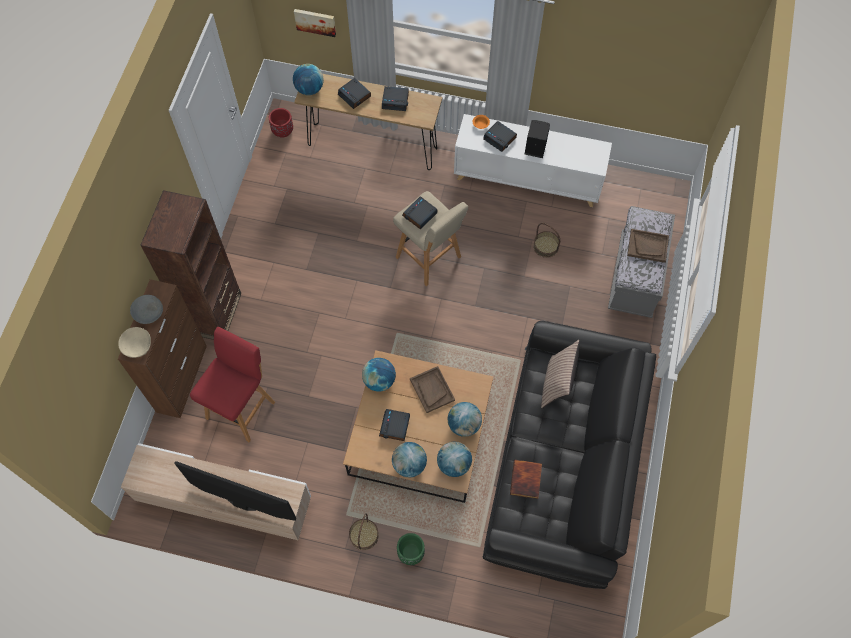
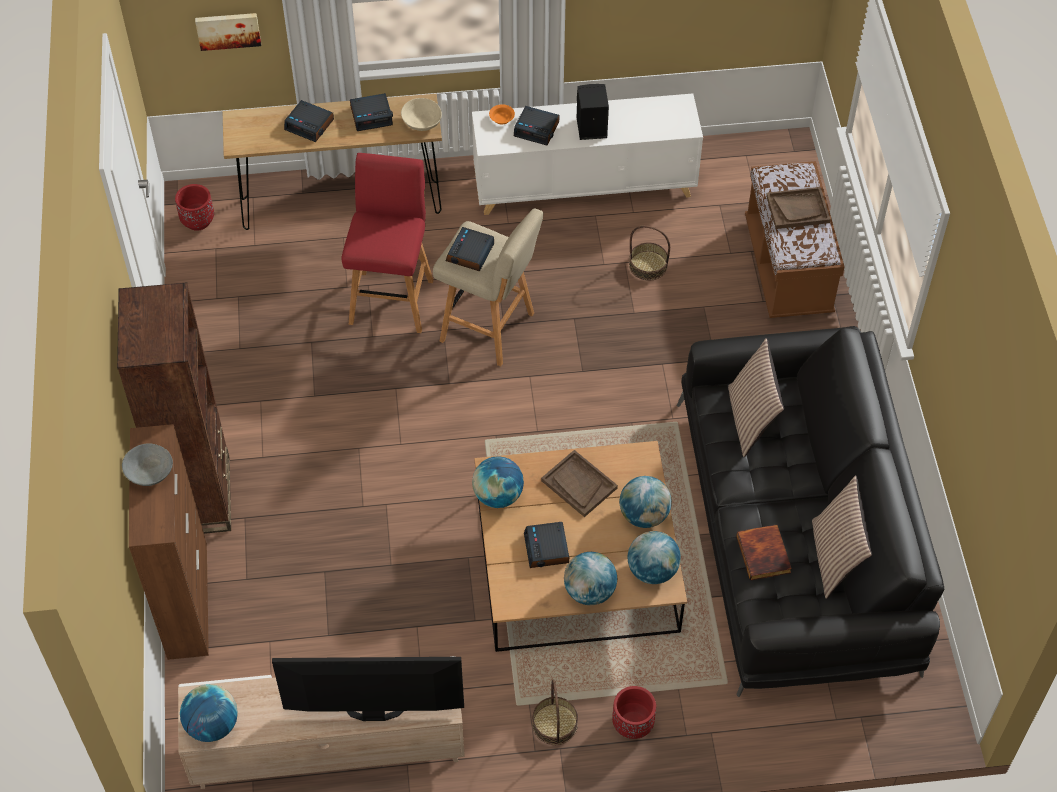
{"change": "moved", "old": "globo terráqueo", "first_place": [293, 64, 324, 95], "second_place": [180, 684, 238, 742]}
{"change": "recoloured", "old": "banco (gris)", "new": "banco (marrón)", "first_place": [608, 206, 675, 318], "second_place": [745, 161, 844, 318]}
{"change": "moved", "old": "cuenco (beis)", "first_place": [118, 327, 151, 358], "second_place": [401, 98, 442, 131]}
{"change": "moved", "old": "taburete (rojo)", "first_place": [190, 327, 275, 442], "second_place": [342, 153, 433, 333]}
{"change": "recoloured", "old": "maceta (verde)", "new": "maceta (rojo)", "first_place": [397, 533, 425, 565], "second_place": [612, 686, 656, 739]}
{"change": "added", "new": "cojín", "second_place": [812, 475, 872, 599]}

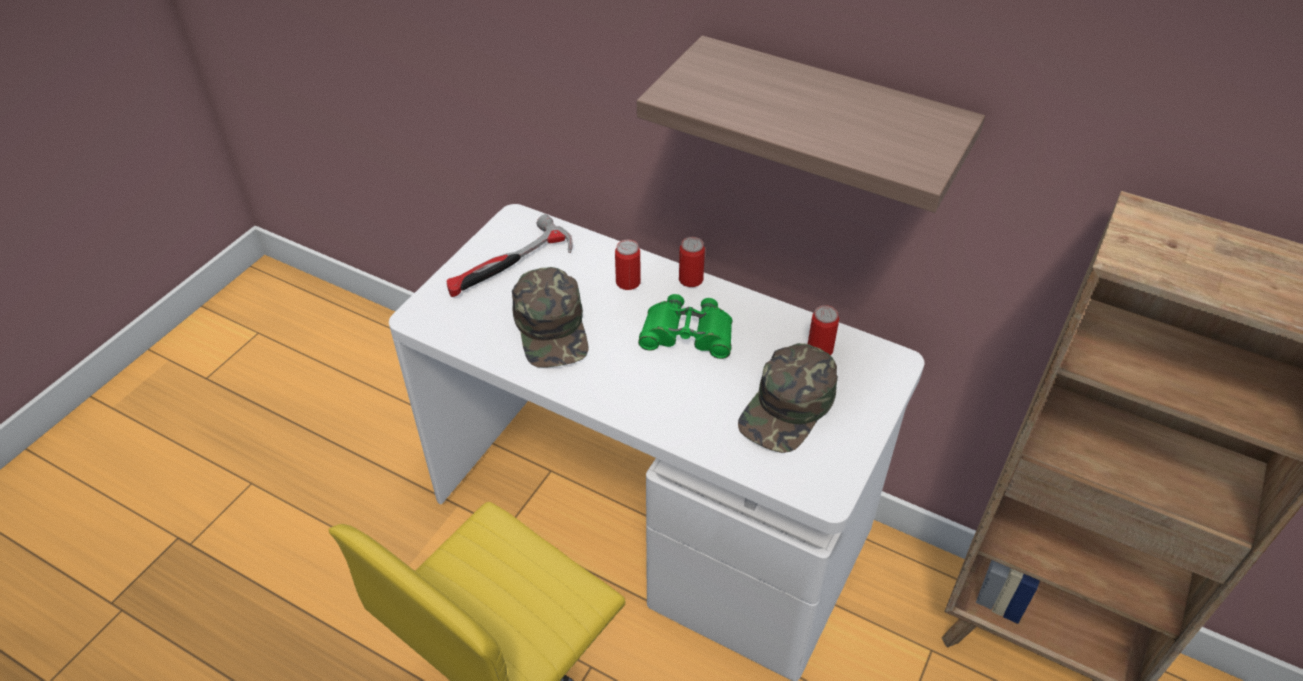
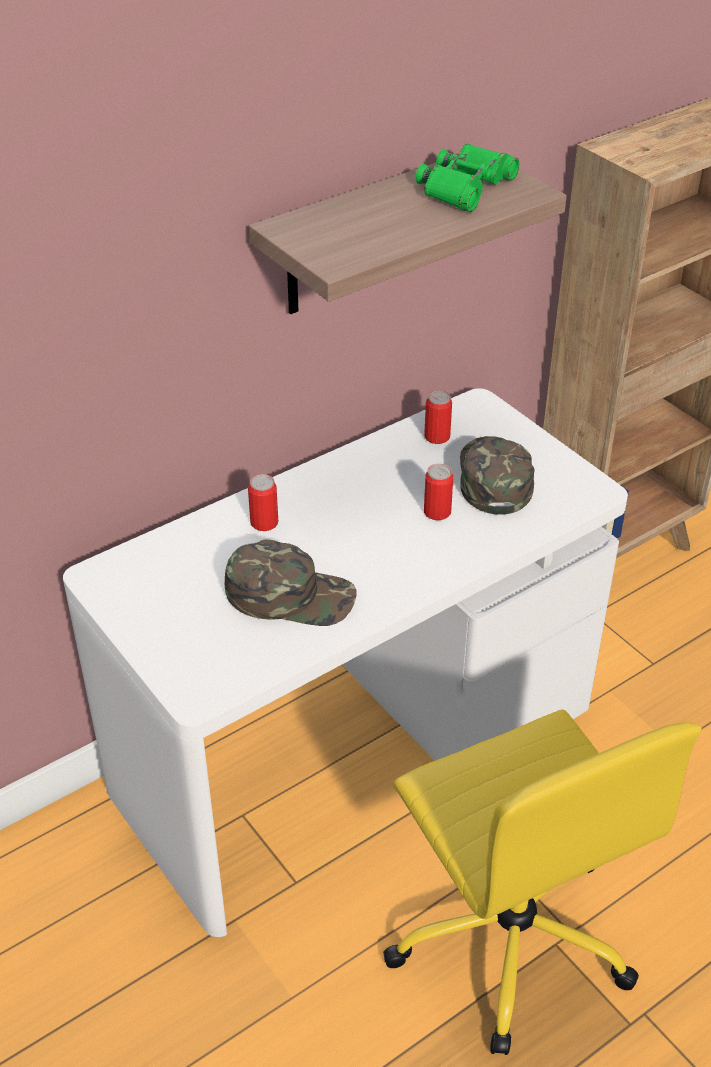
{"change": "removed", "old": "martillo", "first_place": [447, 214, 573, 297]}
{"change": "moved", "old": "lata", "first_place": [679, 237, 705, 287], "second_place": [424, 464, 453, 520]}
{"change": "moved", "old": "prismáticos (verde)", "first_place": [638, 294, 732, 359], "second_place": [416, 143, 519, 212]}
{"change": "turned", "old": "gorra (verde)", "first_place": [738, 343, 838, 453], "second_place": [460, 436, 535, 515], "degrees": -150}

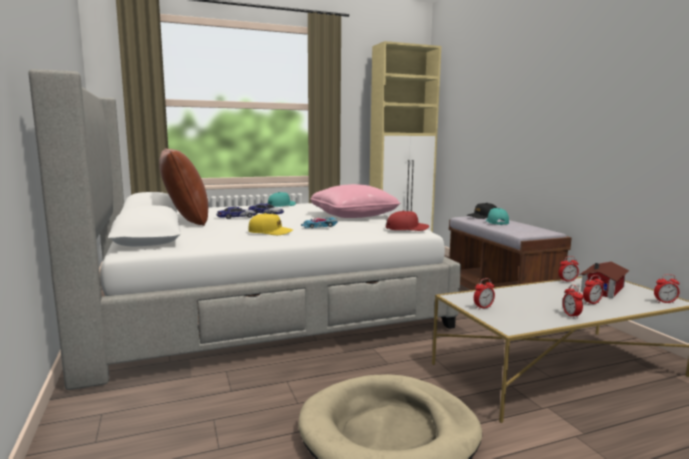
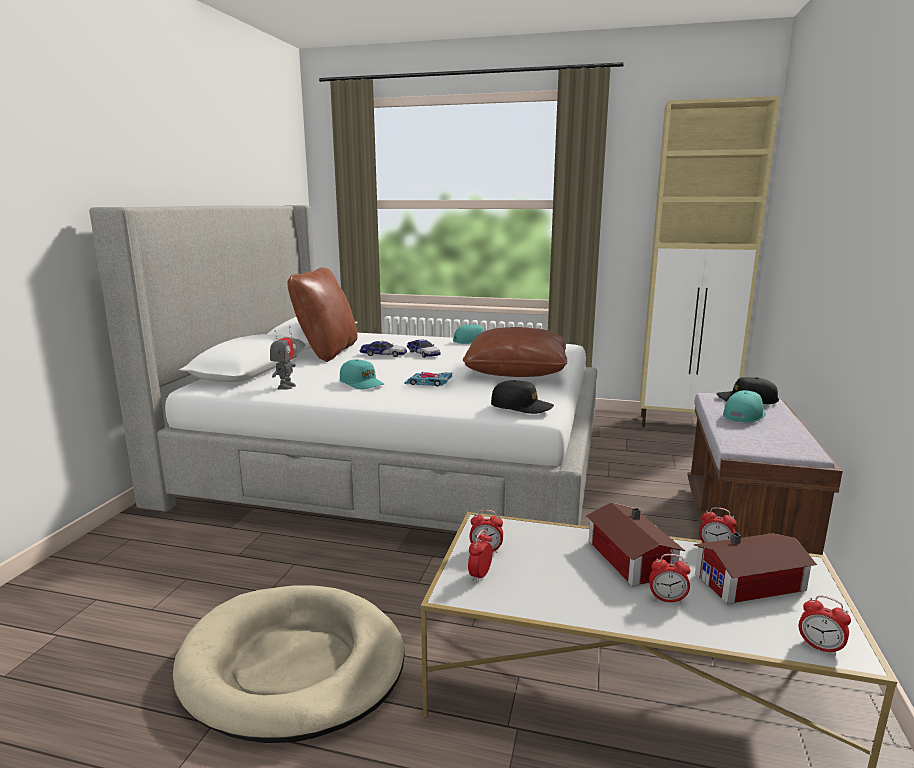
{"change": "recoloured", "old": "cojín (rosa)", "new": "cojín (marrón)", "first_place": [310, 184, 400, 218], "second_place": [463, 327, 567, 377]}
{"change": "recoloured", "old": "gorra (rojo)", "new": "gorra (negro)", "first_place": [386, 211, 429, 231], "second_place": [491, 380, 554, 414]}
{"change": "recoloured", "old": "gorra (amarillo)", "new": "gorra (turquesa)", "first_place": [248, 213, 293, 235], "second_place": [339, 359, 384, 389]}
{"change": "moved", "old": "despertador", "first_place": [563, 285, 583, 318], "second_place": [468, 530, 493, 582]}
{"change": "added", "new": "robot de juguete", "second_place": [270, 326, 297, 390]}
{"change": "added", "new": "casita", "second_place": [586, 503, 685, 586]}

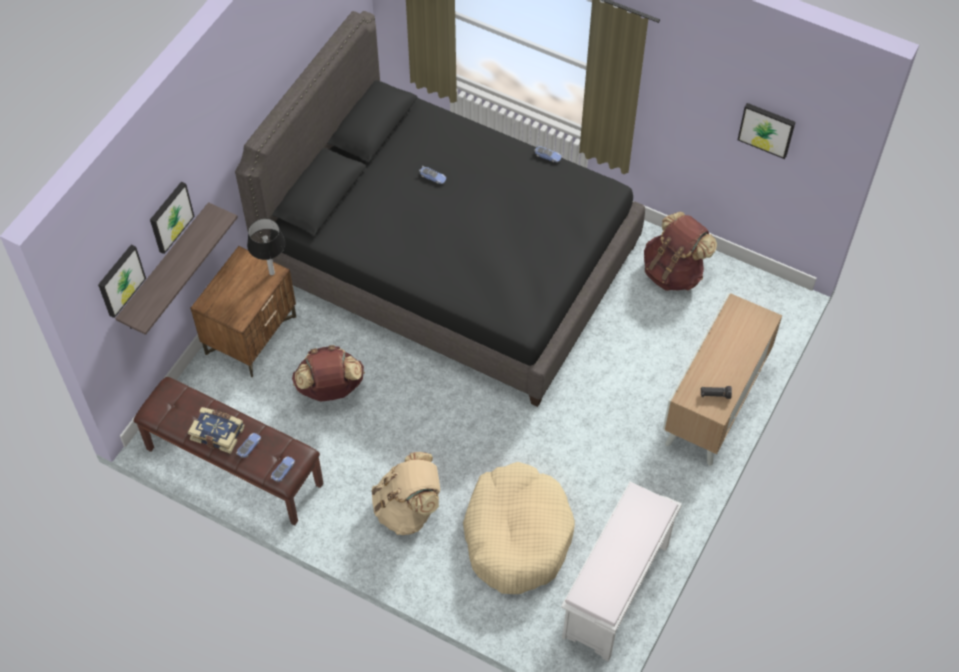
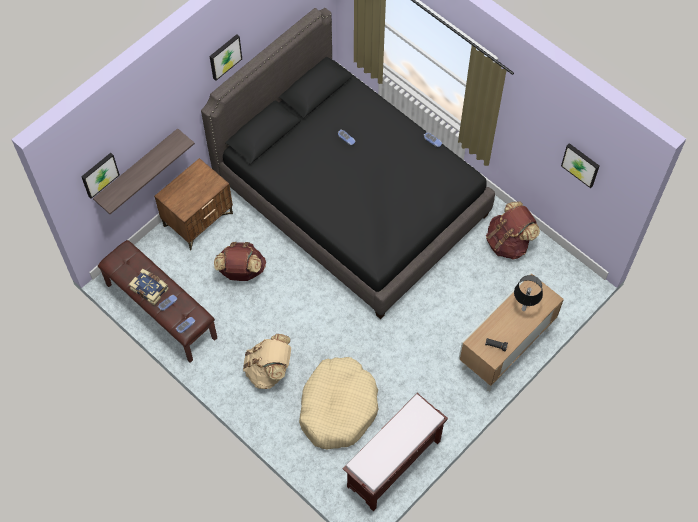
{"change": "moved", "old": "cuadro", "first_place": [150, 182, 195, 254], "second_place": [210, 34, 242, 81]}
{"change": "moved", "old": "lámpara de mesa", "first_place": [247, 218, 286, 275], "second_place": [514, 275, 543, 311]}
{"change": "recoloured", "old": "banco (blanco)", "new": "banco (marrón)", "first_place": [561, 482, 682, 661], "second_place": [343, 393, 448, 511]}

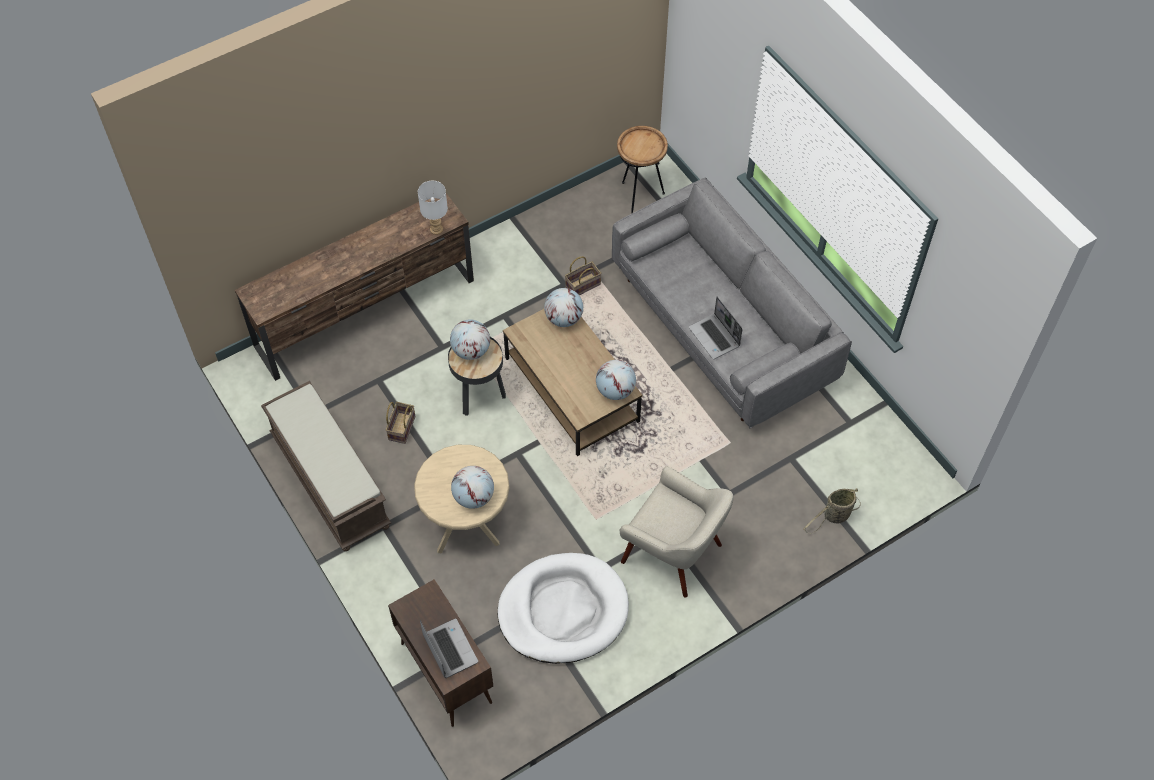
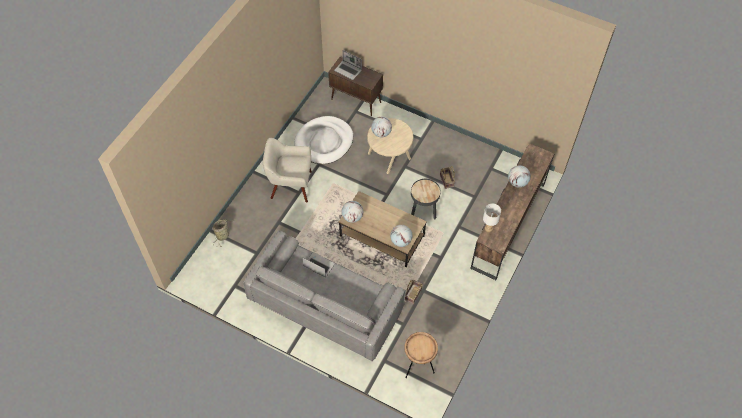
{"change": "moved", "old": "globo terráqueo", "first_place": [450, 319, 490, 360], "second_place": [508, 165, 531, 188]}
{"change": "removed", "old": "banco (marrón)", "first_place": [261, 381, 391, 551]}

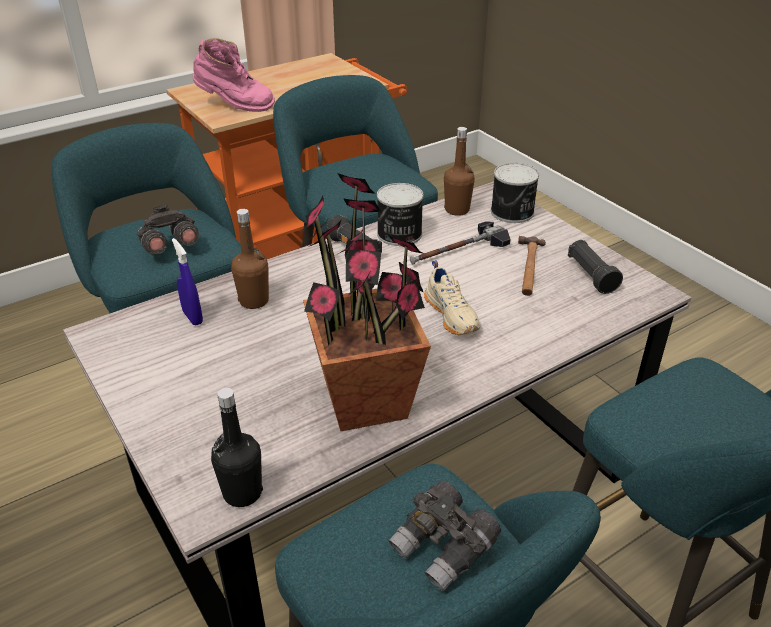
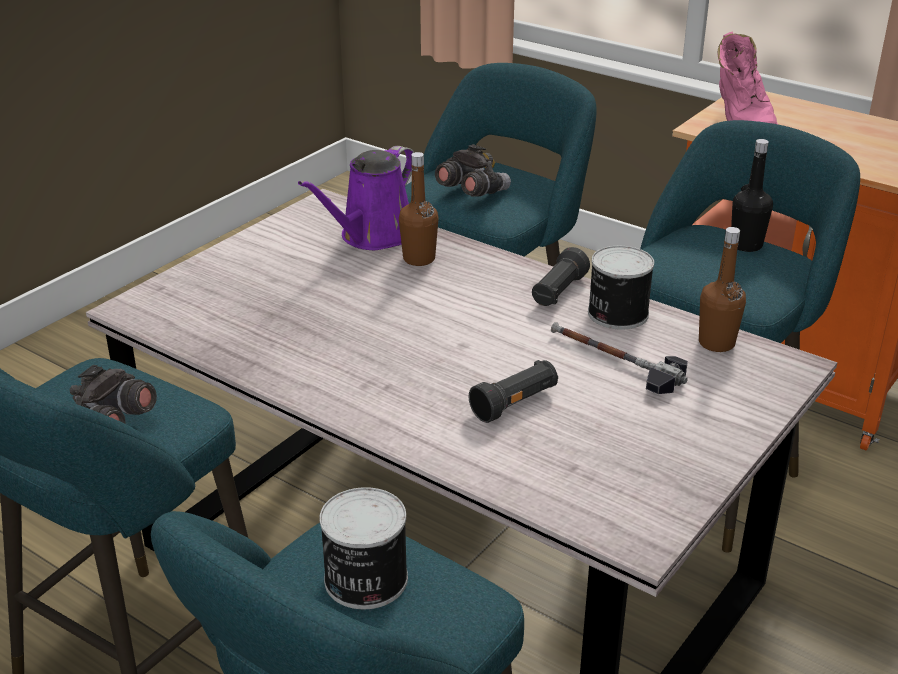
{"change": "moved", "old": "lata", "first_place": [491, 163, 539, 223], "second_place": [320, 487, 408, 609]}
{"change": "removed", "old": "planta en maceta", "first_place": [301, 173, 431, 431]}
{"change": "removed", "old": "martillo", "first_place": [518, 236, 546, 296]}
{"change": "replaced", "old": "pulverizador (azul)", "new": "regadera (morado)", "first_place": [172, 238, 203, 326], "second_place": [298, 146, 414, 250]}
{"change": "moved", "old": "linterna (negro)", "first_place": [568, 240, 623, 294], "second_place": [469, 360, 558, 423]}
{"change": "removed", "old": "zapato (beis)", "first_place": [424, 260, 480, 335]}
{"change": "moved", "old": "botella (negro)", "first_place": [211, 388, 263, 507], "second_place": [731, 139, 773, 252]}

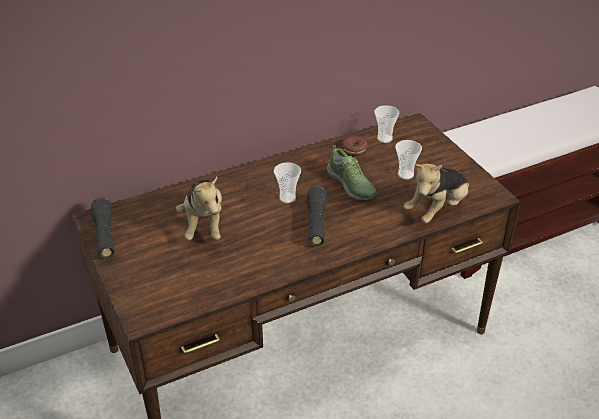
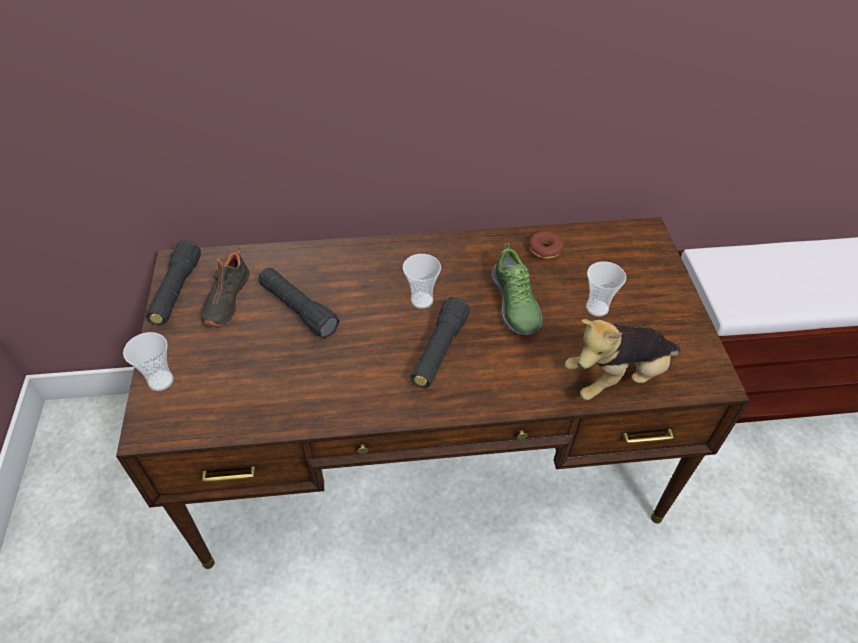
{"change": "moved", "old": "taza", "first_place": [374, 105, 399, 143], "second_place": [123, 332, 174, 391]}
{"change": "replaced", "old": "peluche", "new": "linterna (negro)", "first_place": [176, 177, 222, 240], "second_place": [258, 268, 340, 339]}
{"change": "added", "new": "zapato (negro)", "second_place": [201, 246, 250, 327]}

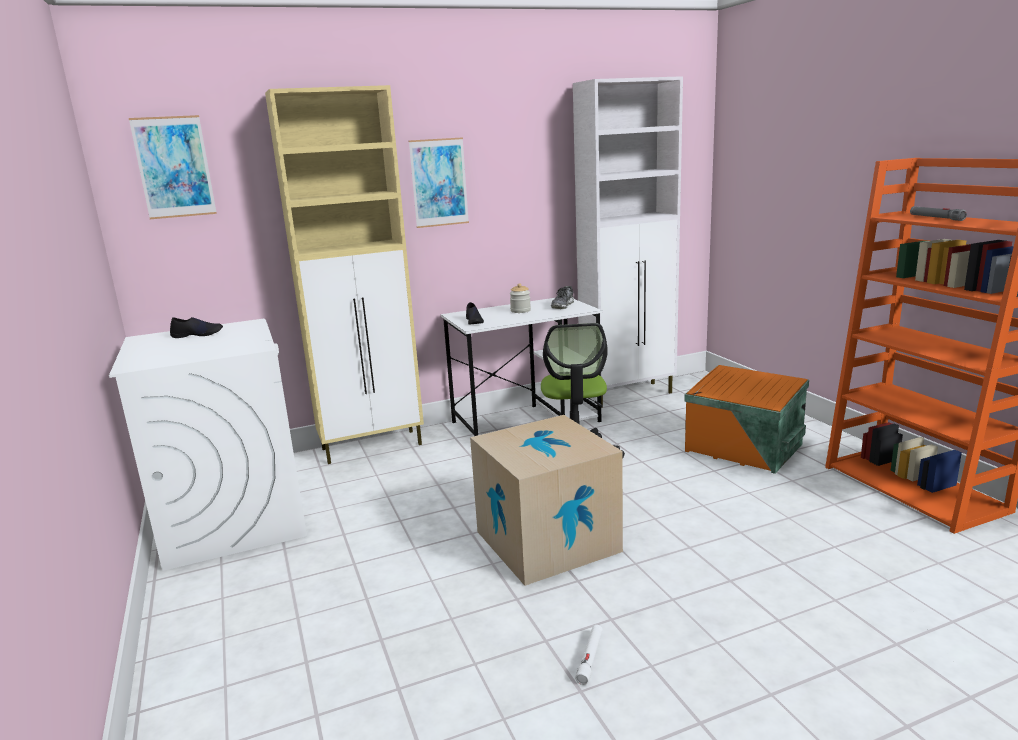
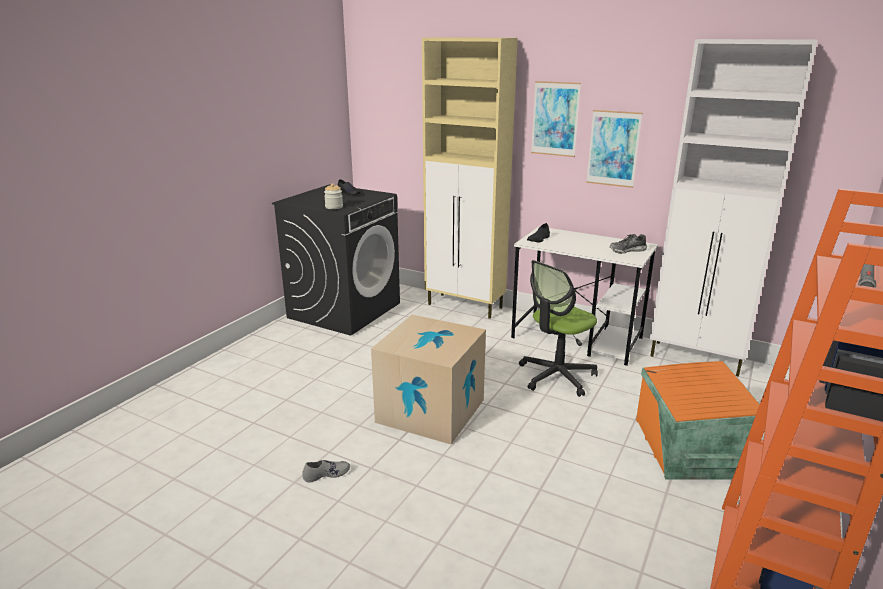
{"change": "moved", "old": "cuadro", "first_place": [129, 115, 217, 219], "second_place": [586, 110, 642, 188]}
{"change": "moved", "old": "tarro", "first_place": [510, 284, 531, 313], "second_place": [324, 183, 343, 209]}
{"change": "recoloured", "old": "lavadora (blanco)", "new": "lavadora (negro)", "first_place": [109, 318, 307, 571], "second_place": [272, 184, 400, 336]}
{"change": "replaced", "old": "linterna (blanco)", "new": "zapato (gris)", "first_place": [575, 625, 603, 685], "second_place": [302, 460, 350, 483]}

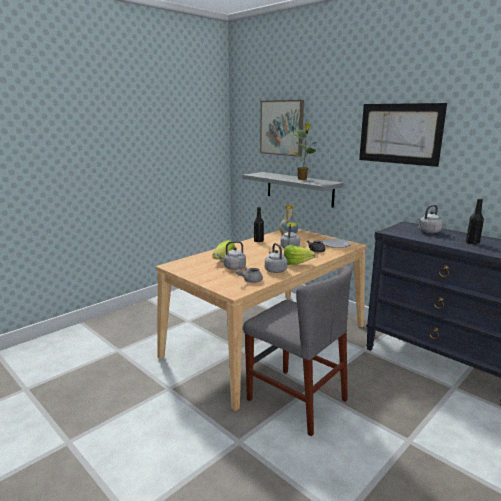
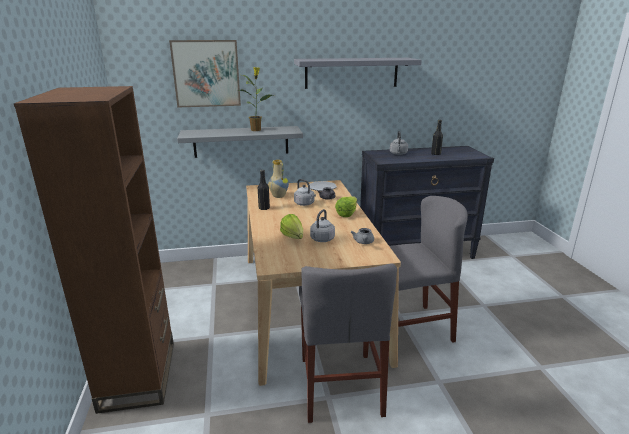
{"change": "replaced", "old": "cuadro", "new": "estante (gris)", "first_place": [359, 103, 447, 167], "second_place": [294, 58, 422, 89]}
{"change": "removed", "old": "hervidor (gris)", "first_place": [265, 243, 287, 273]}
{"change": "added", "new": "estantería (marrón)", "second_place": [14, 86, 174, 414]}
{"change": "added", "new": "silla (gris)", "second_place": [299, 264, 397, 423]}

